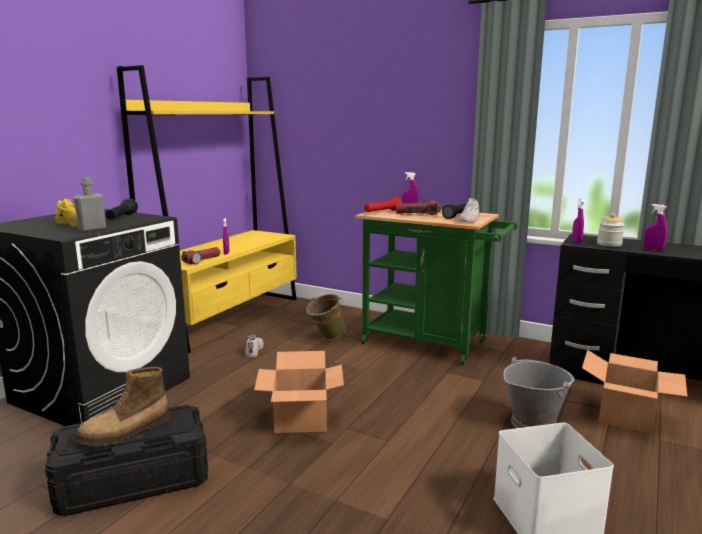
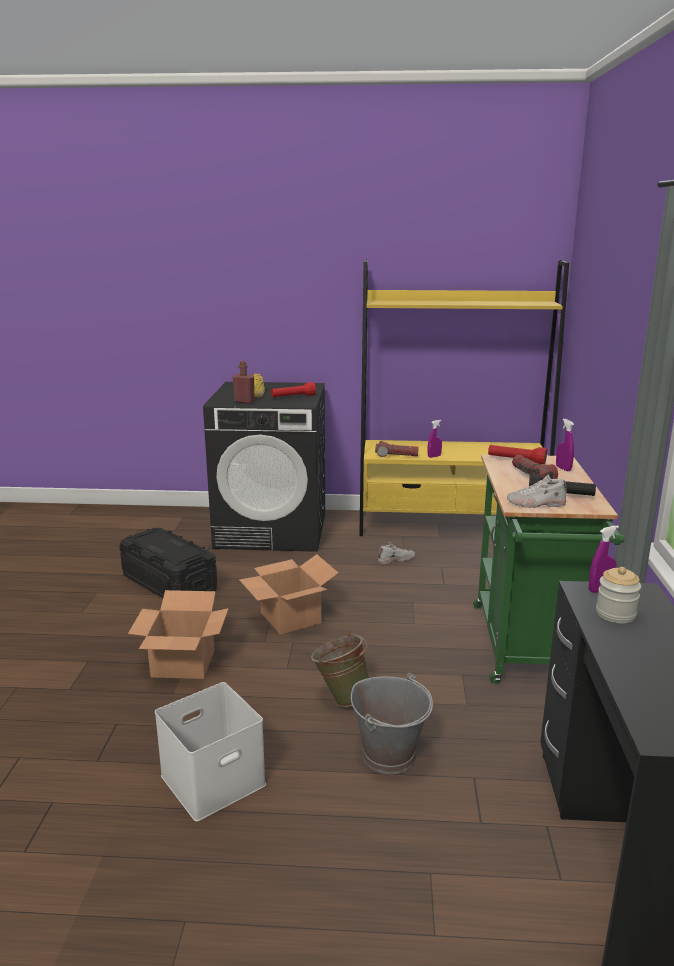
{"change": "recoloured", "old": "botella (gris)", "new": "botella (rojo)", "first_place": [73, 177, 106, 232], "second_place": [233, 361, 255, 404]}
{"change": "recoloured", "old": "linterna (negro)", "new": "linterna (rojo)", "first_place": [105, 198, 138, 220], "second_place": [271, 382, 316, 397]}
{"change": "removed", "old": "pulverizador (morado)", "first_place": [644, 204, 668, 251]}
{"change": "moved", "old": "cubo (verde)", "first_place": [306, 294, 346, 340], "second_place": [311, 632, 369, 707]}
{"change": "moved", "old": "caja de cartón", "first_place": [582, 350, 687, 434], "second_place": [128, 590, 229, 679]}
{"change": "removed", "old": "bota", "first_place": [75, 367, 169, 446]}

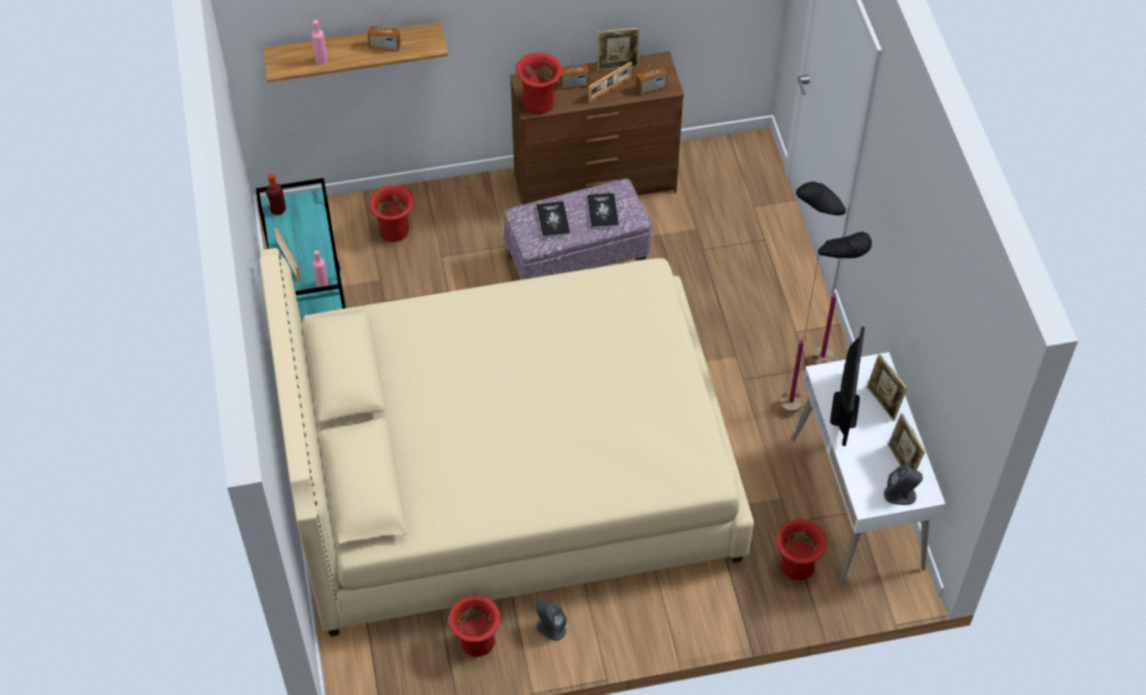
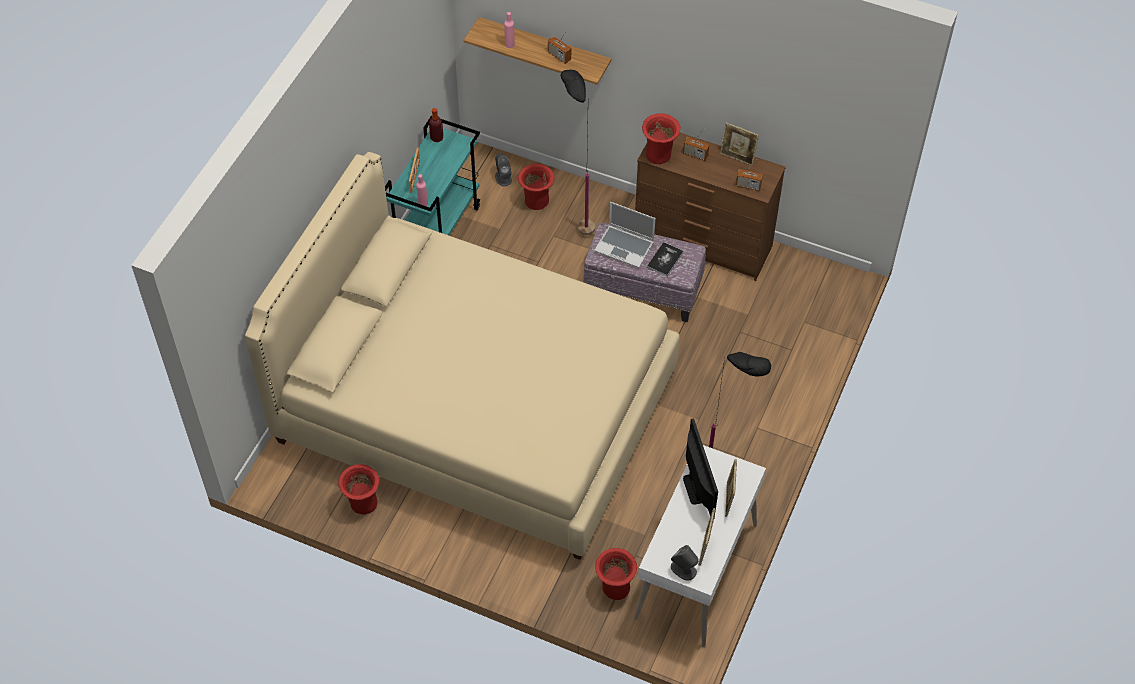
{"change": "removed", "old": "portarretratos", "first_place": [588, 61, 632, 102]}
{"change": "moved", "old": "lámpara de pie (negro)", "first_place": [796, 181, 850, 365], "second_place": [560, 70, 595, 235]}
{"change": "replaced", "old": "libro", "new": "portátil", "first_place": [537, 201, 570, 239], "second_place": [594, 202, 655, 268]}
{"change": "turned", "old": "monitor", "first_place": [830, 326, 865, 446], "second_place": [683, 418, 718, 518], "degrees": -60}
{"change": "moved", "old": "altavoz (gris)", "first_place": [536, 601, 567, 641], "second_place": [495, 153, 512, 186]}

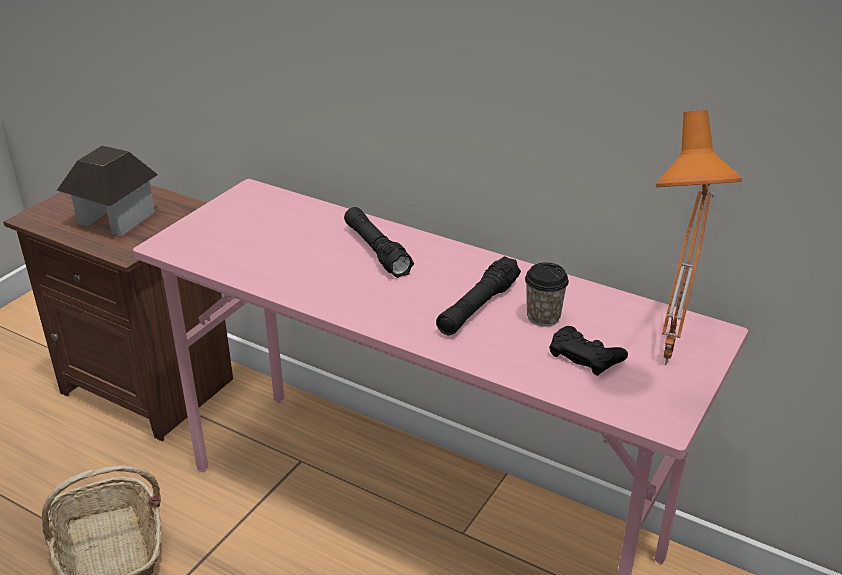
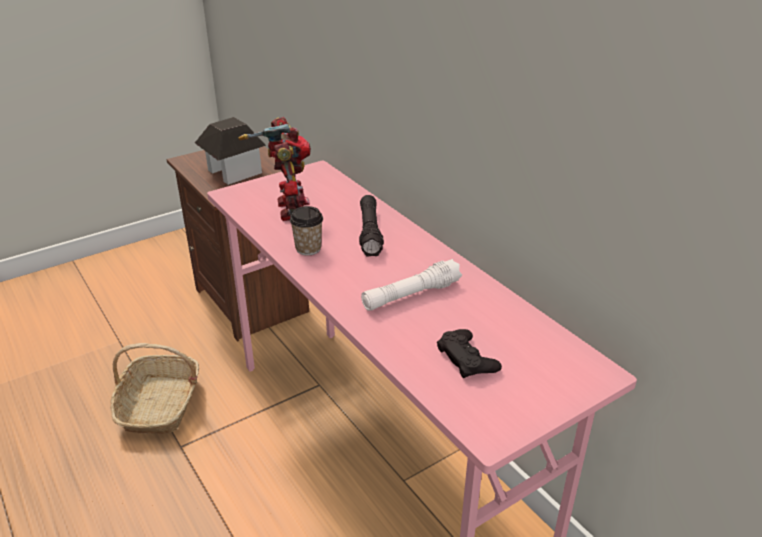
{"change": "removed", "old": "lámpara de mesa (naranja)", "first_place": [656, 110, 742, 366]}
{"change": "recoloured", "old": "linterna (negro)", "new": "linterna (blanco)", "first_place": [436, 256, 521, 335], "second_place": [361, 259, 462, 311]}
{"change": "moved", "old": "taza", "first_place": [525, 262, 569, 327], "second_place": [290, 206, 323, 255]}
{"change": "added", "new": "robot de juguete", "second_place": [238, 117, 311, 221]}

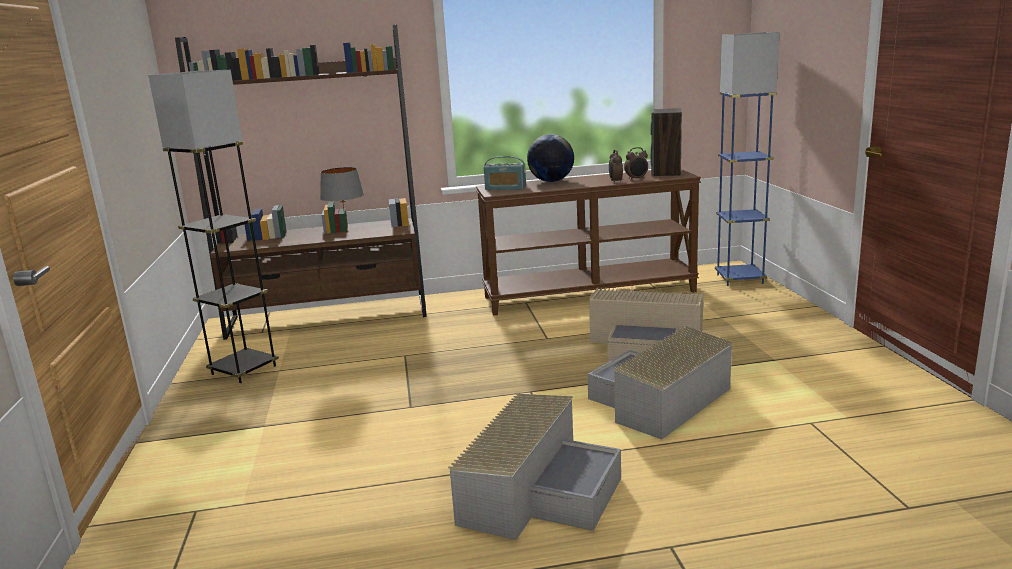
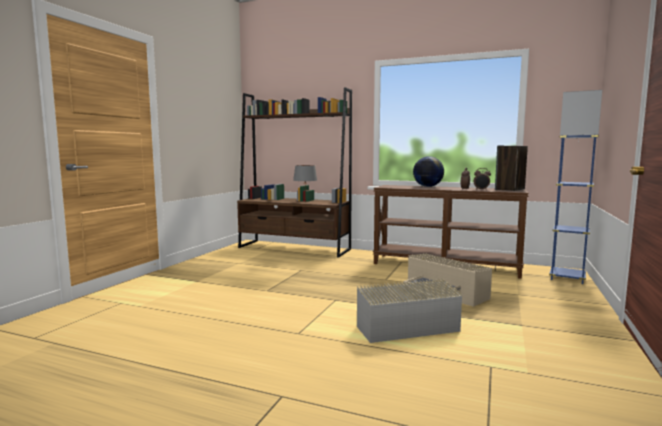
{"change": "removed", "old": "lámpara de pie (gris)", "first_place": [148, 70, 279, 383]}
{"change": "removed", "old": "radio", "first_place": [484, 156, 526, 190]}
{"change": "removed", "old": "caja de almacenaje (gris)", "first_place": [448, 394, 621, 540]}

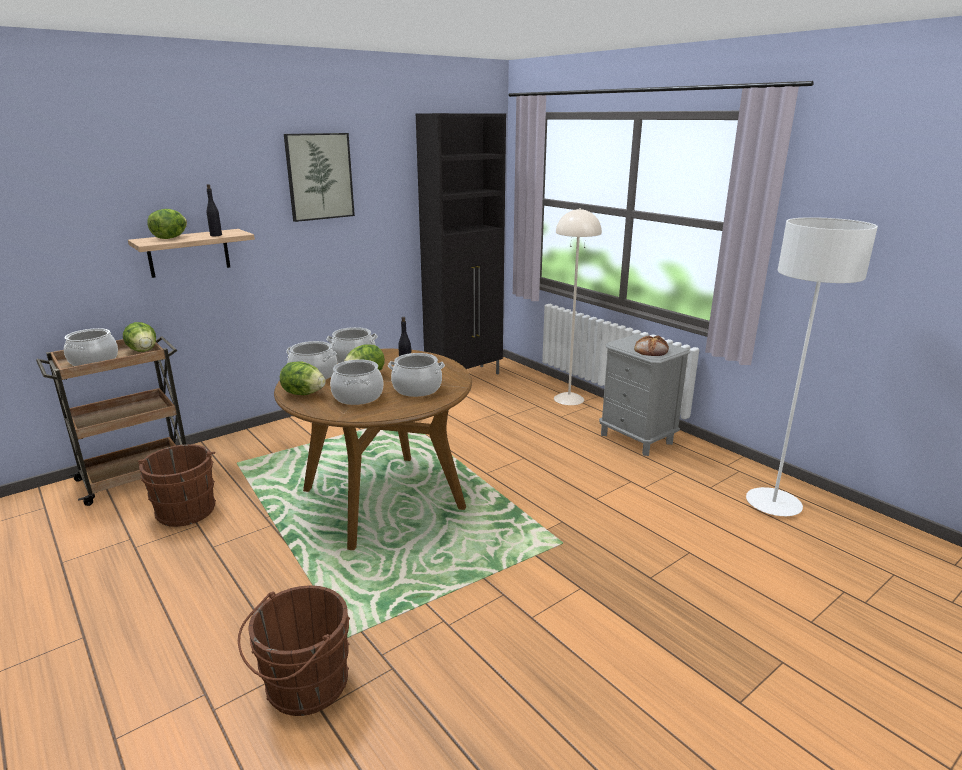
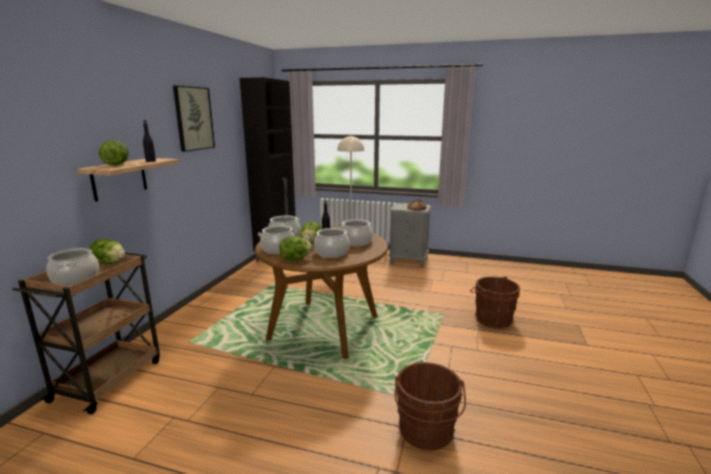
{"change": "removed", "old": "lámpara de pie (blanco)", "first_place": [746, 217, 878, 516]}
{"change": "moved", "old": "cubo (marrón)", "first_place": [138, 444, 216, 527], "second_place": [470, 276, 520, 328]}

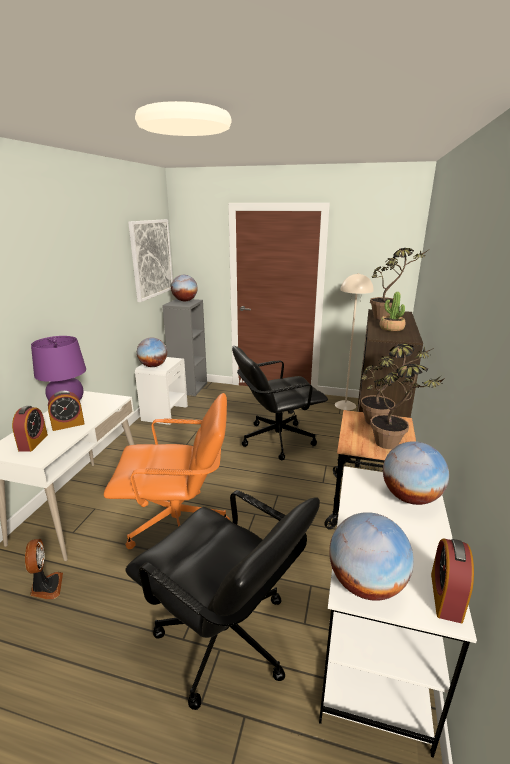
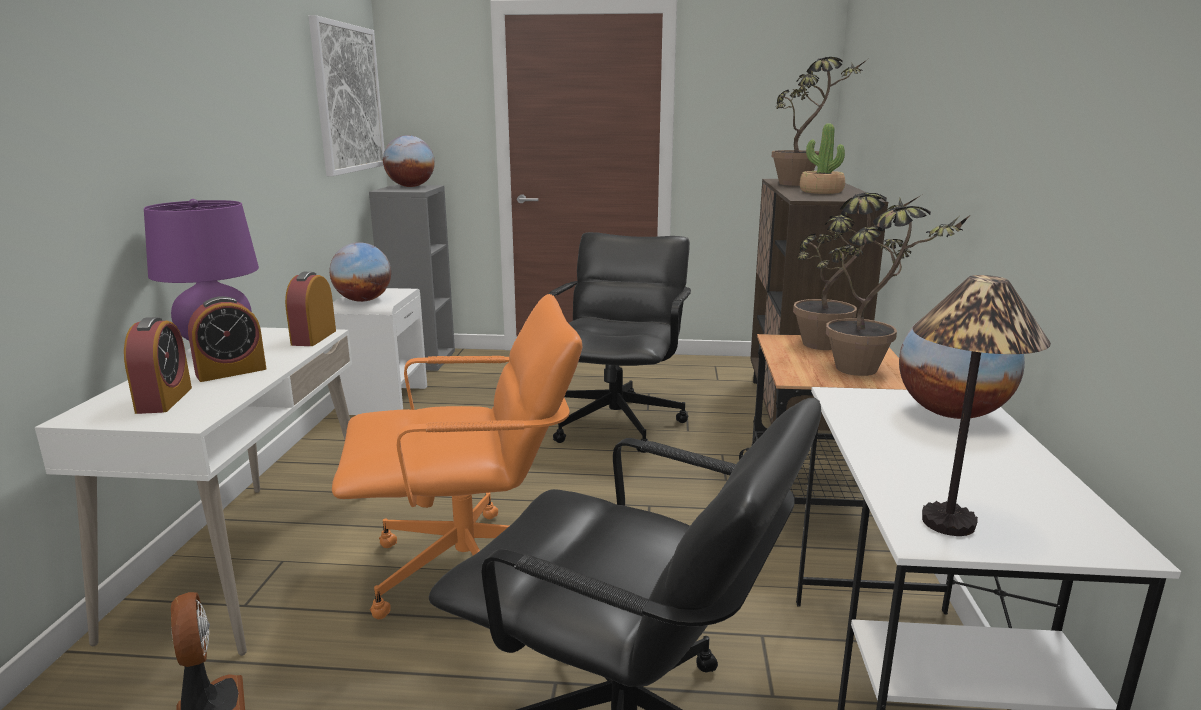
{"change": "removed", "old": "lámpara de pie (beis)", "first_place": [335, 273, 373, 410]}
{"change": "turned", "old": "silla de oficina (negro)", "first_place": [232, 346, 328, 460], "second_place": [549, 232, 691, 453], "degrees": 135}
{"change": "replaced", "old": "globo terráqueo", "new": "lámpara de mesa", "first_place": [329, 512, 414, 601], "second_place": [913, 275, 1051, 536]}
{"change": "moved", "old": "despertador", "first_place": [431, 538, 474, 623], "second_place": [285, 272, 336, 346]}

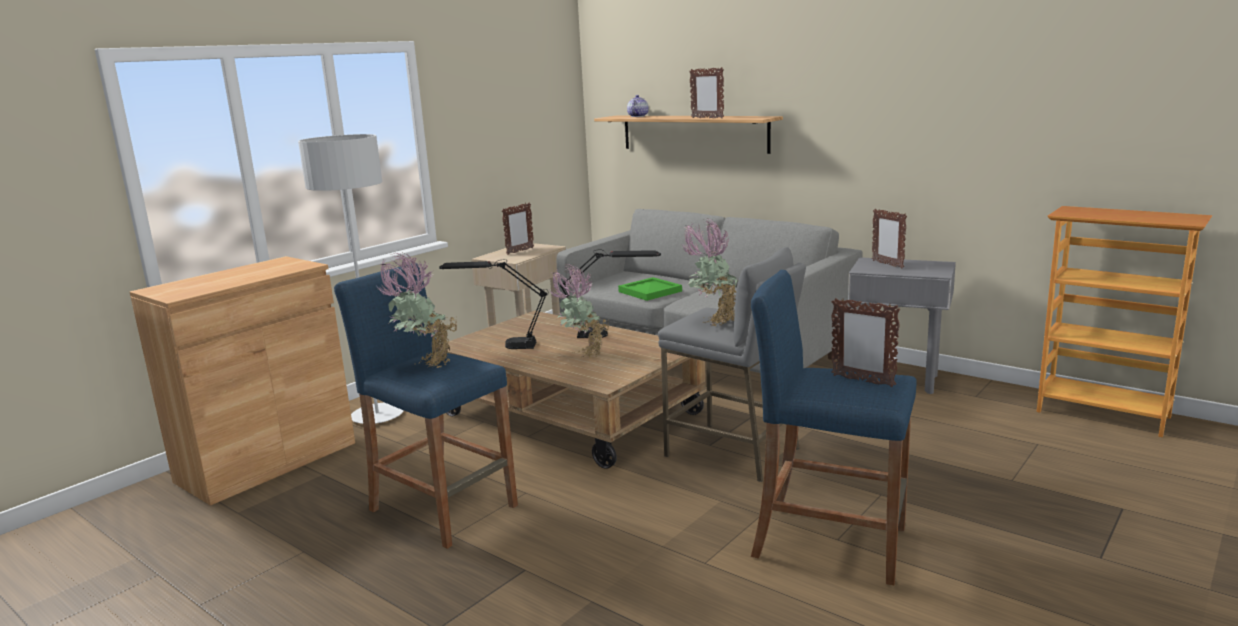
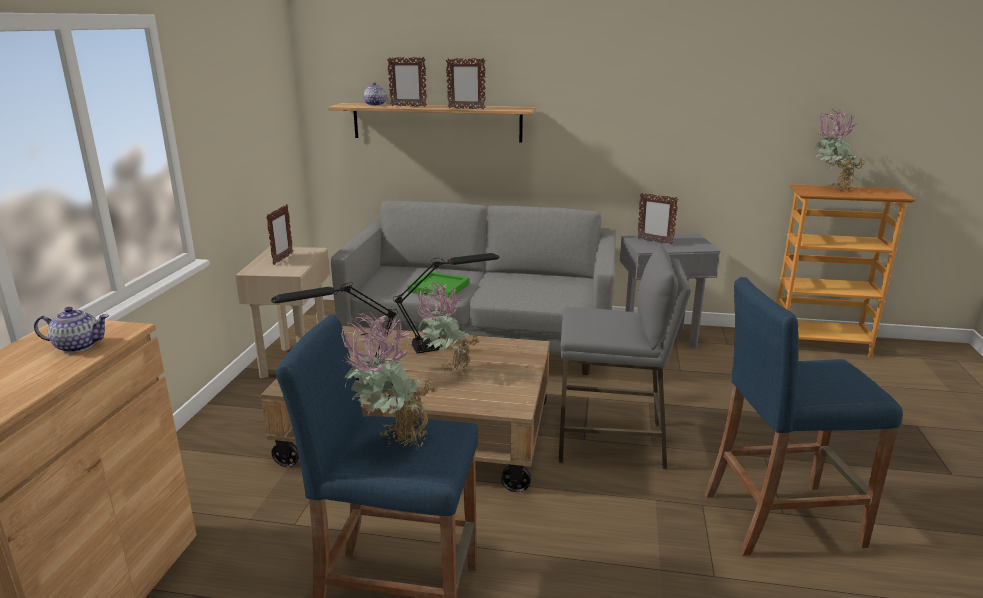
{"change": "removed", "old": "lámpara de pie (gris)", "first_place": [298, 134, 404, 424]}
{"change": "moved", "old": "planta en maceta", "first_place": [682, 218, 738, 326], "second_place": [814, 109, 865, 191]}
{"change": "moved", "old": "portarretratos", "first_place": [831, 298, 900, 387], "second_place": [387, 57, 427, 107]}
{"change": "added", "new": "tetera", "second_place": [34, 307, 109, 353]}

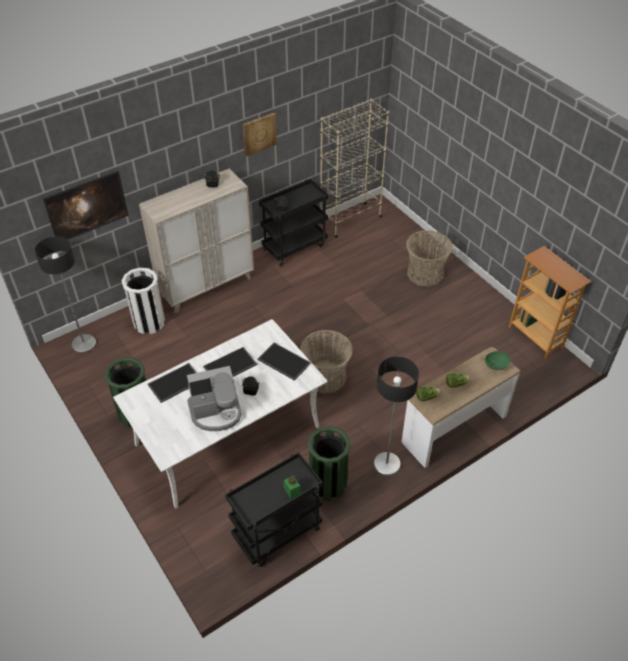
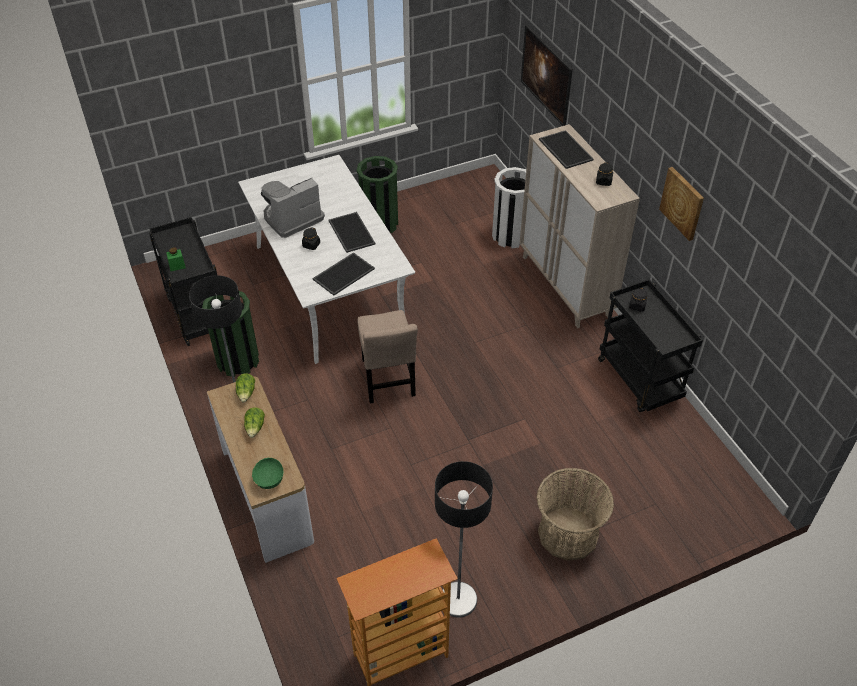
{"change": "removed", "old": "estantería (beis)", "first_place": [320, 99, 389, 238]}
{"change": "moved", "old": "lámpara de pie", "first_place": [35, 236, 96, 353], "second_place": [435, 461, 493, 618]}
{"change": "replaced", "old": "cesta", "new": "silla (beis)", "first_place": [300, 330, 353, 394], "second_place": [358, 310, 418, 403]}
{"change": "moved", "old": "bandeja", "first_place": [148, 363, 197, 403], "second_place": [539, 130, 594, 169]}
{"change": "turned", "old": "cafetera", "first_place": [187, 366, 241, 431], "second_place": [261, 178, 325, 238], "degrees": 60}

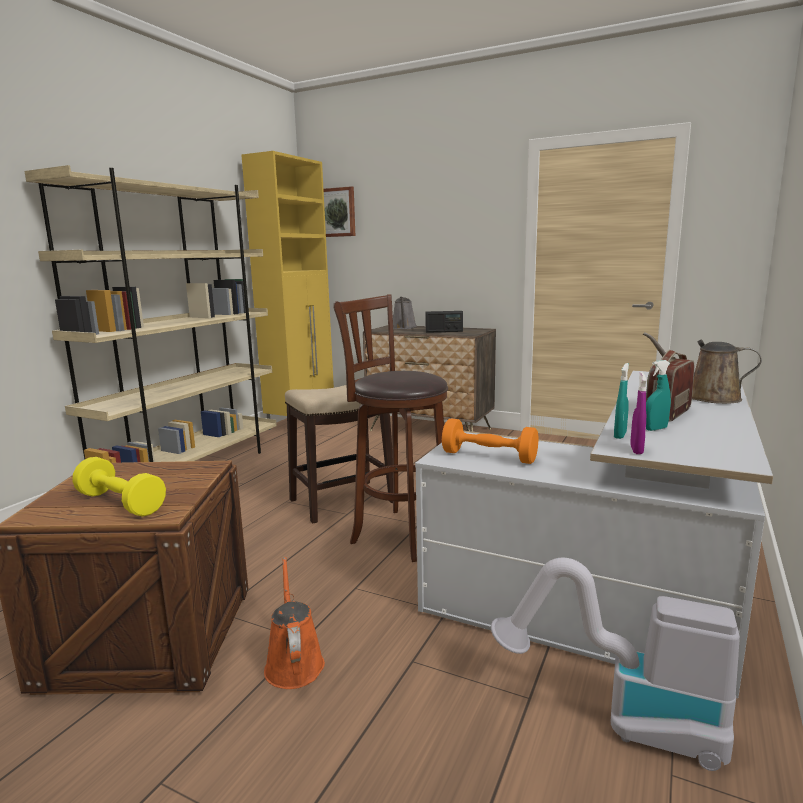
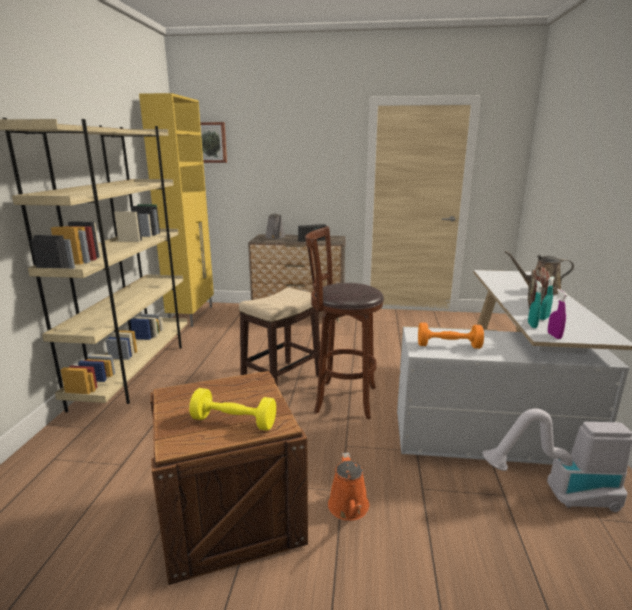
{"change": "turned", "old": "regadera (naranja)", "first_place": [264, 557, 325, 689], "second_place": [328, 452, 369, 521], "degrees": -150}

